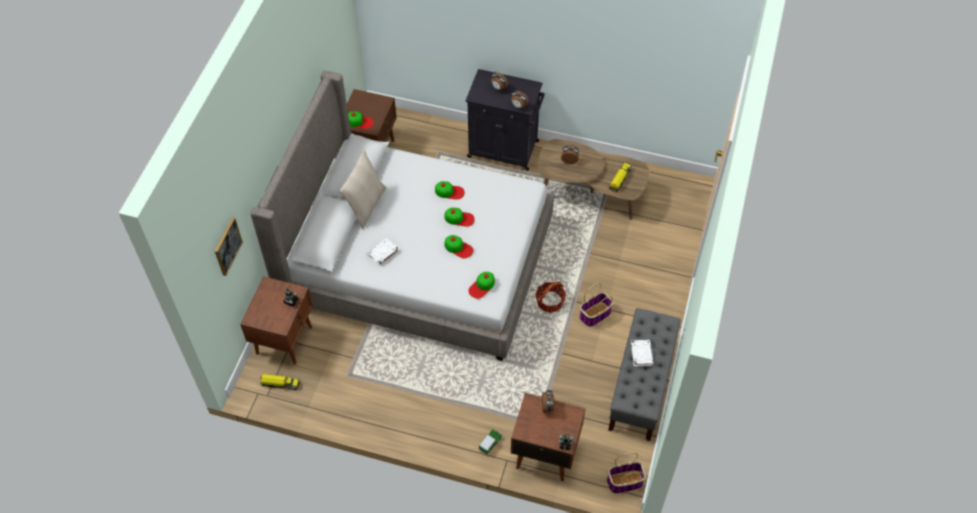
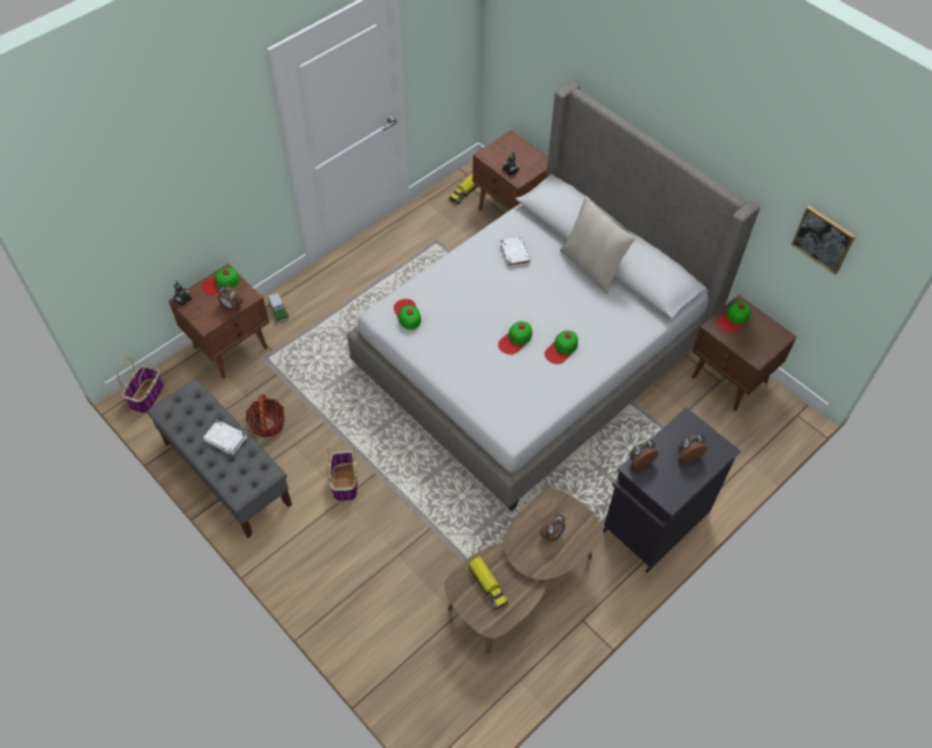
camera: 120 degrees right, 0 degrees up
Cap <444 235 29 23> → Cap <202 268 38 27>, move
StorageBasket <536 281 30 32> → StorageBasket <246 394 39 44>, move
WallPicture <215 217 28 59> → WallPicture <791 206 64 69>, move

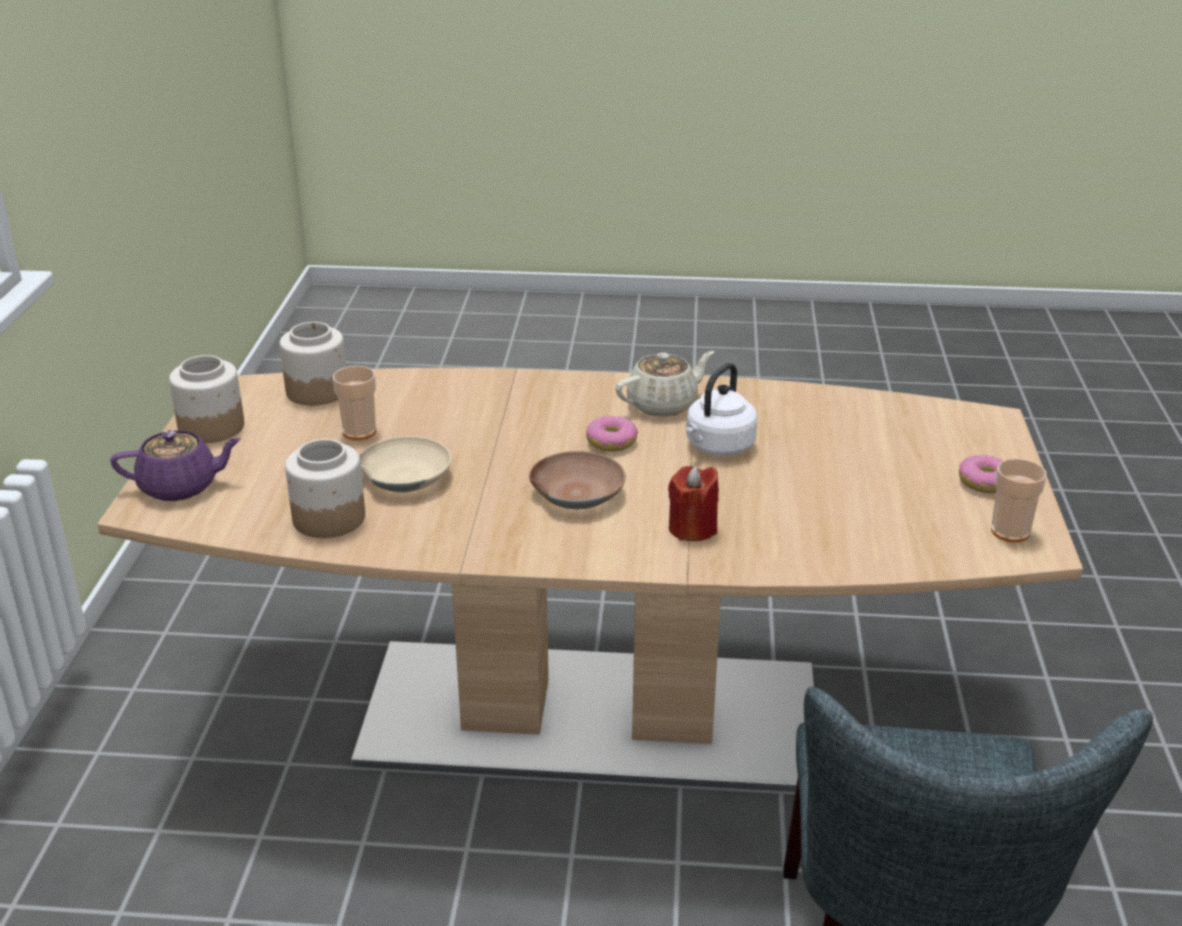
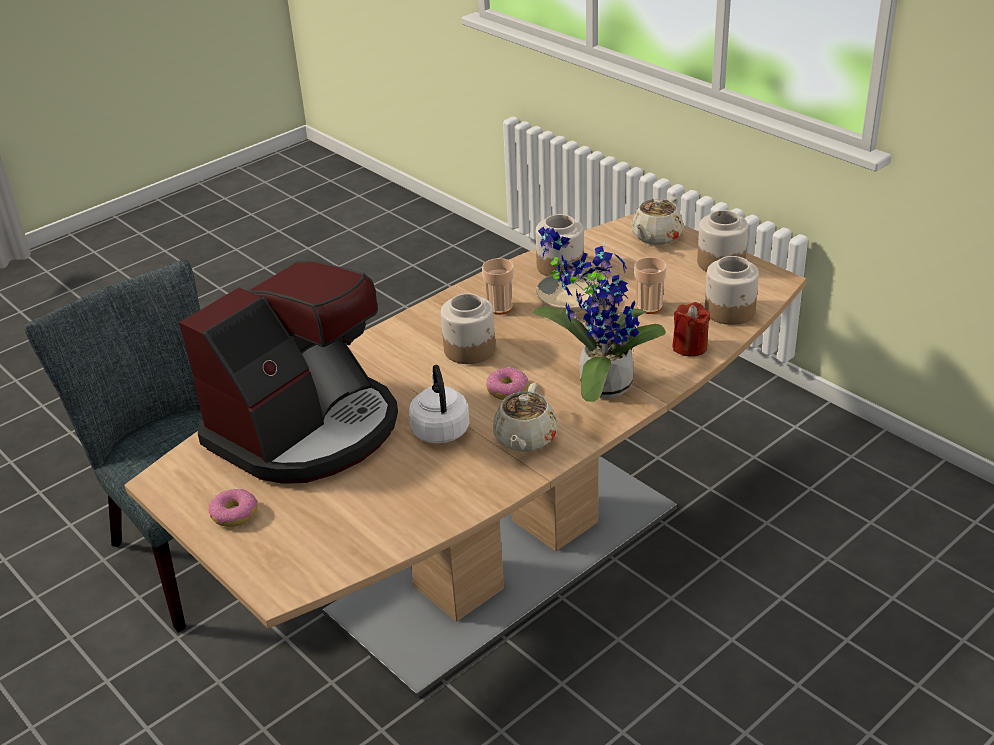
camera: 135 degrees right, 5 degrees up
- → CoffeeBrewer <179 261 219 223>
BrownishBowl <529 451 97 58> → PreserveJar <441 293 54 71>
SmallCup <991 458 56 84> → SmallCup <482 258 32 57>, move
- → Houseplant <532 227 134 175>
PurplishPotForTea <110 430 131 71> → BeigePotForTea <631 197 53 48>
RedWaxCandle <668 466 51 75> → RedWaxCandle <672 302 38 55>, move

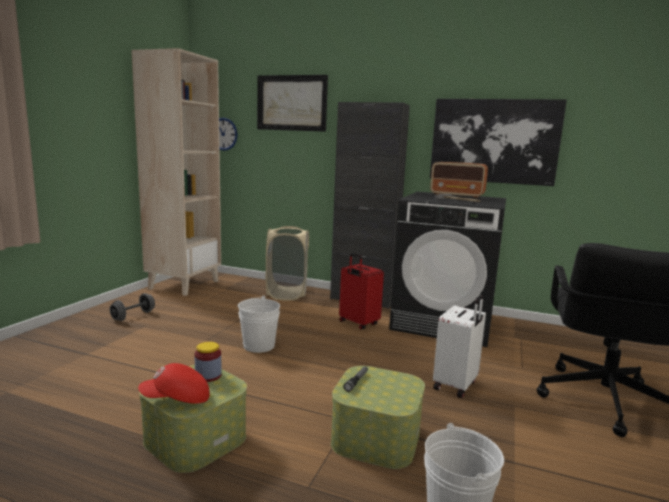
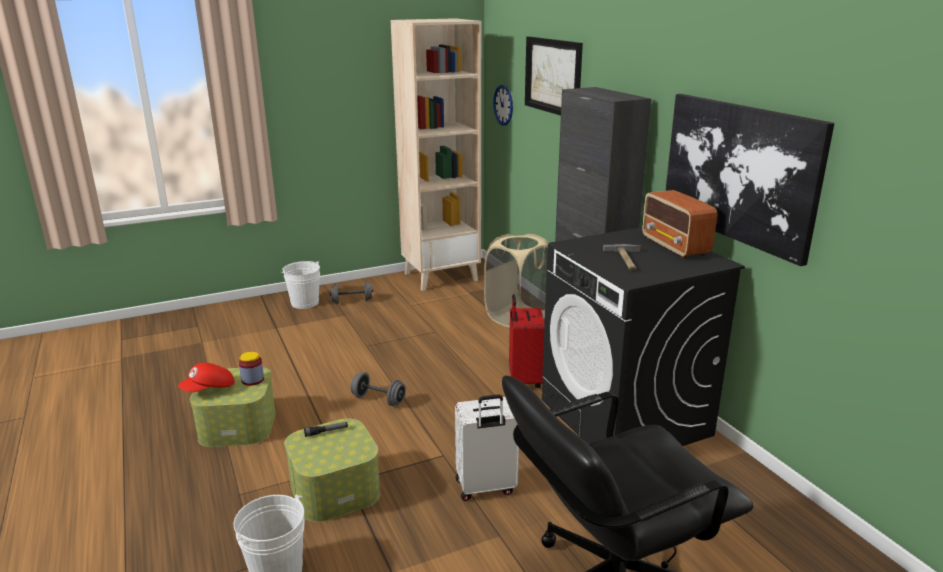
camera: 45 degrees right, 10 degrees up
RedCap <138 363 72 41> → RedCap <178 363 57 29>, 75 degrees counterclockwise
WhitishBucket <238 296 42 57> → WhitishBucket <281 261 39 48>, move
- → GreyFreeWeight <351 372 55 34>

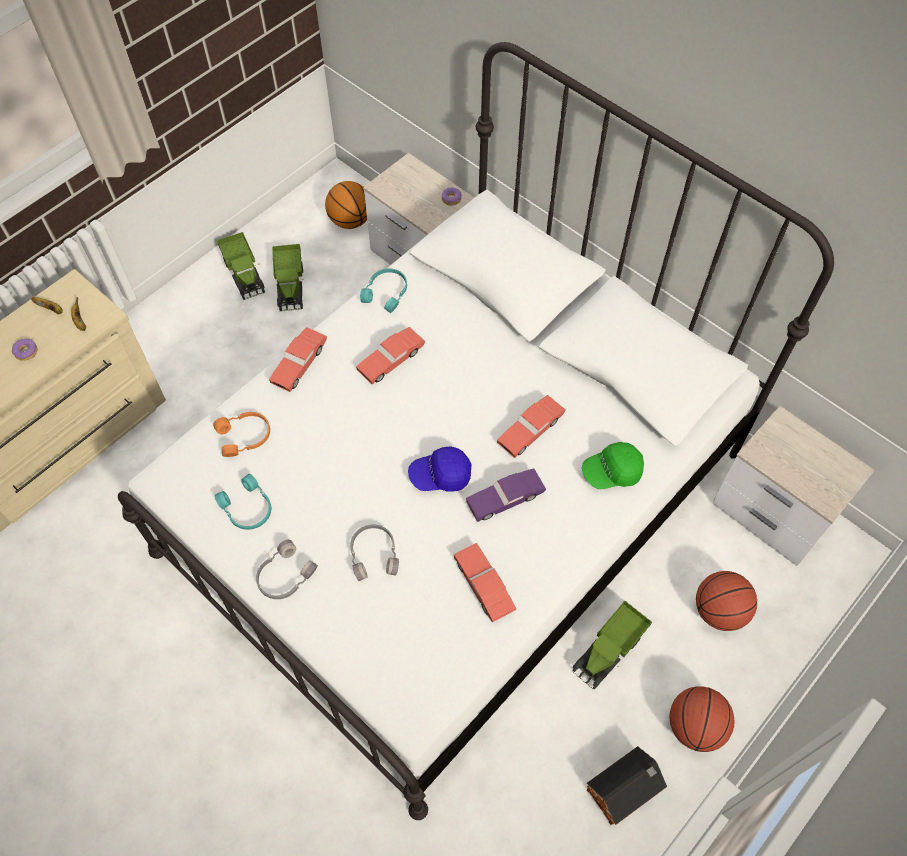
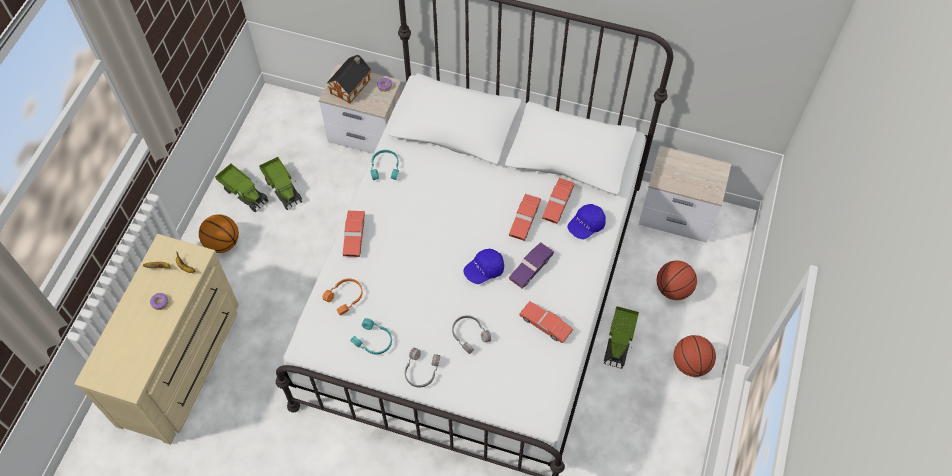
camera: 25 degrees left, 0 degrees up
Basketball <325 181 42 48> → Basketball <199 214 40 39>, move
ToyHouse <587 746 80 79> → ToyHouse <326 55 45 49>, move
RedToyCar <356 327 69 57> → RedToyCar <542 178 33 46>, move
GreenColouredCap <582 442 62 47> → BlueColouredCap <567 204 39 35>

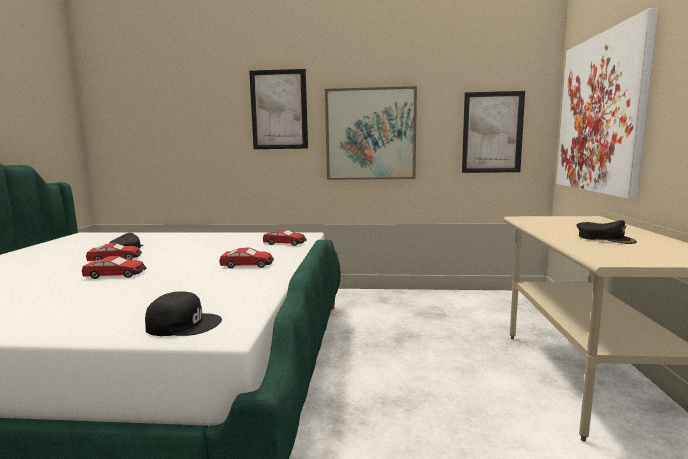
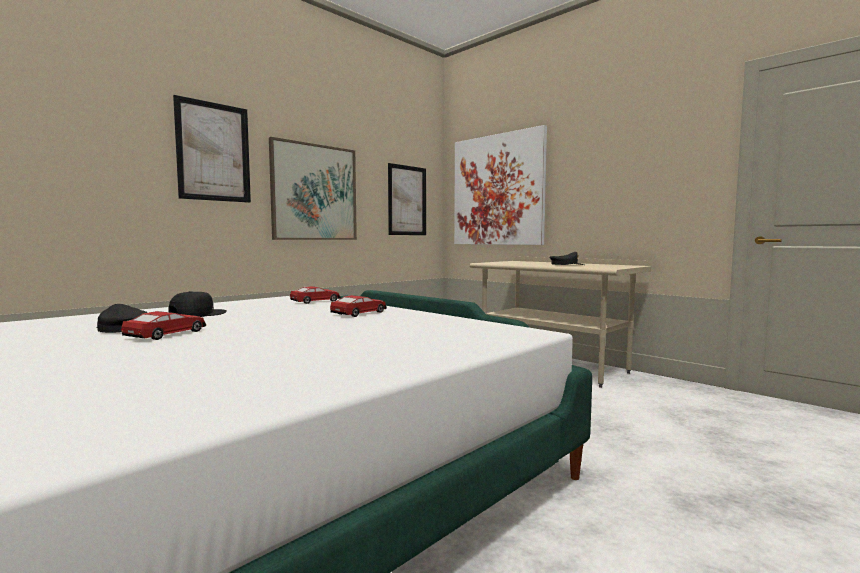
camera: 50 degrees left, 5 degrees down
BlackishCap <145 291 77 45> → BlackishCap <168 291 59 26>, move
ToyCar <82 256 64 23> → -

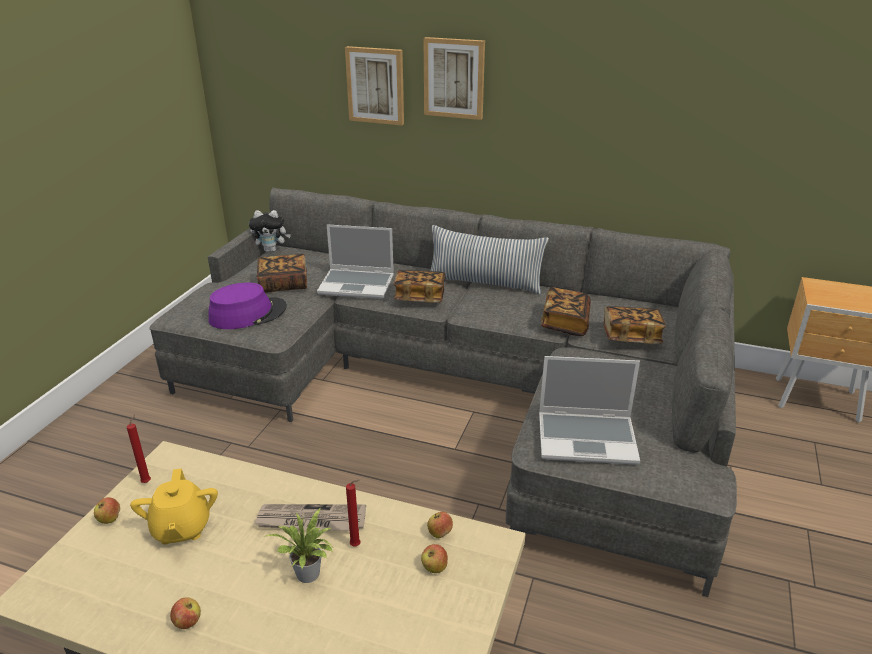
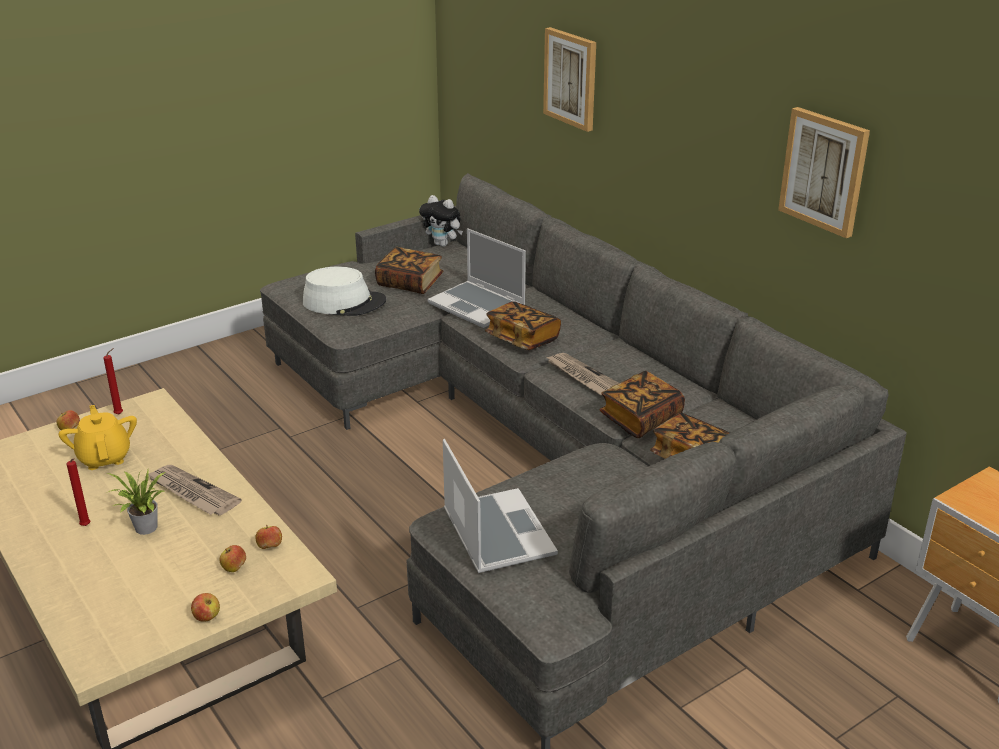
camera: 35 degrees right, 0 degrees up
YellowishPotForTea <130 469 88 76> → YellowishPotForTea <58 405 79 65>, 135 degrees clockwise
RedWaxCandle <346 479 15 68> → RedWaxCandle <66 458 25 68>, move
AppleFruit <170 597 31 32> → AppleFruit <191 593 29 29>, move
PurplishWearableHat <208 283 79 46> → WhitishWearableHat <303 267 84 49>
Laptop <539 356 101 109> → Laptop <443 439 115 134>, 150 degrees counterclockwise
- → Newspaper <546 353 73 42>
WallPicture <424 37 61 83> → WallPicture <778 107 92 131>, move
Pillow <431 225 118 70> → -

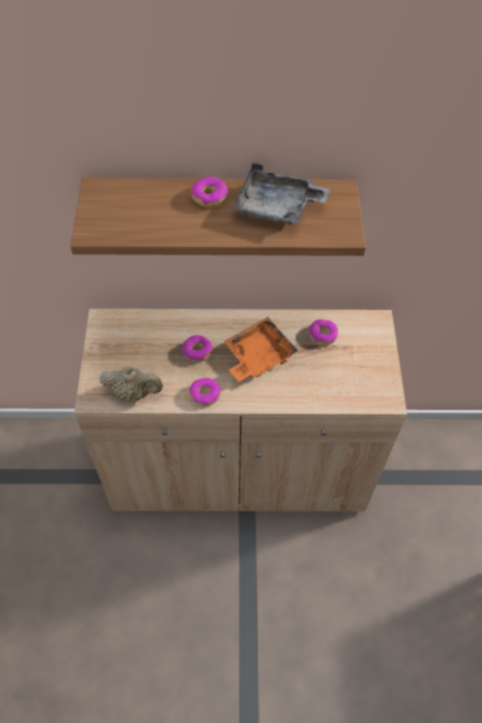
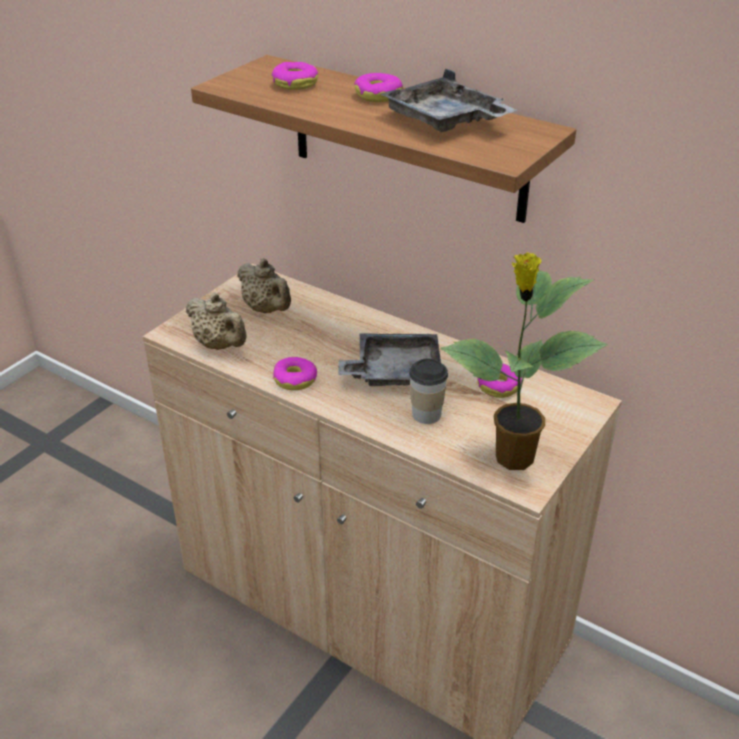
camera: 35 degrees right, 20 degrees down
- → BeigePotForTea <237 258 54 55>
RingDoughnut <182 335 31 27> → RingDoughnut <272 62 46 28>, move
OrangeColouredCarryingTray <224 317 74 65> → GreyCarryingTray <339 333 102 53>
- → SmallCup <409 358 39 66>
- → Houseplant <440 252 168 218>

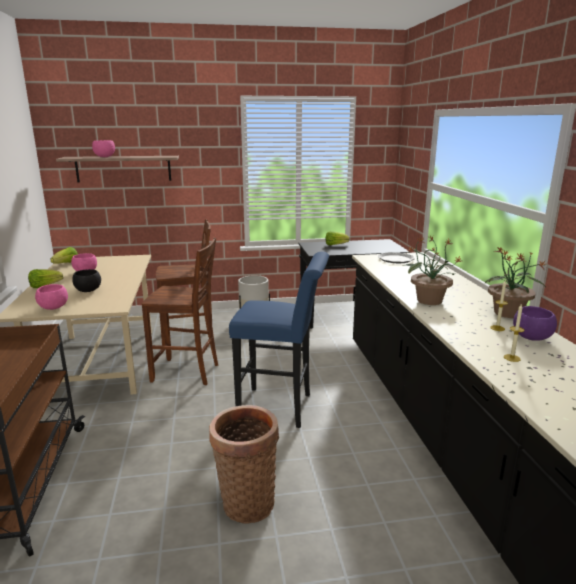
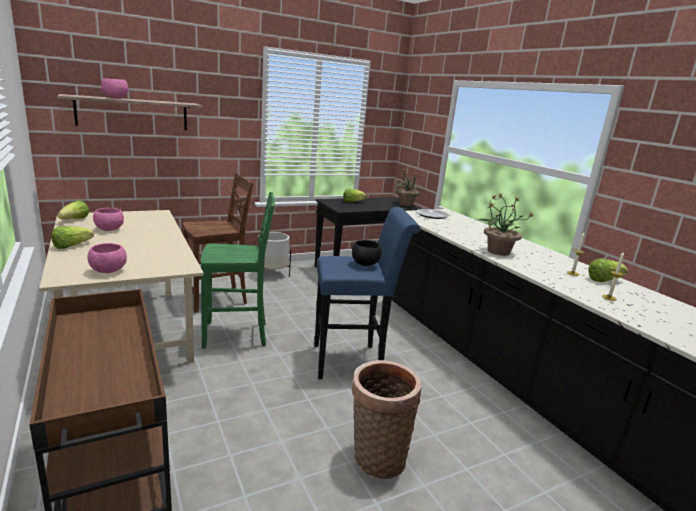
camera: 20 degrees left, 0 degrees up
BrownishChair <142 238 76 147> → GreenColouredChair <201 192 74 157>
BlackishBowl <72 269 29 23> → BlackishBowl <352 240 30 26>, move
Houseplant <485 247 61 71> → Houseplant <394 168 30 38>, move
PurplishBowl <513 306 44 35> → Lettuce <589 258 39 24>

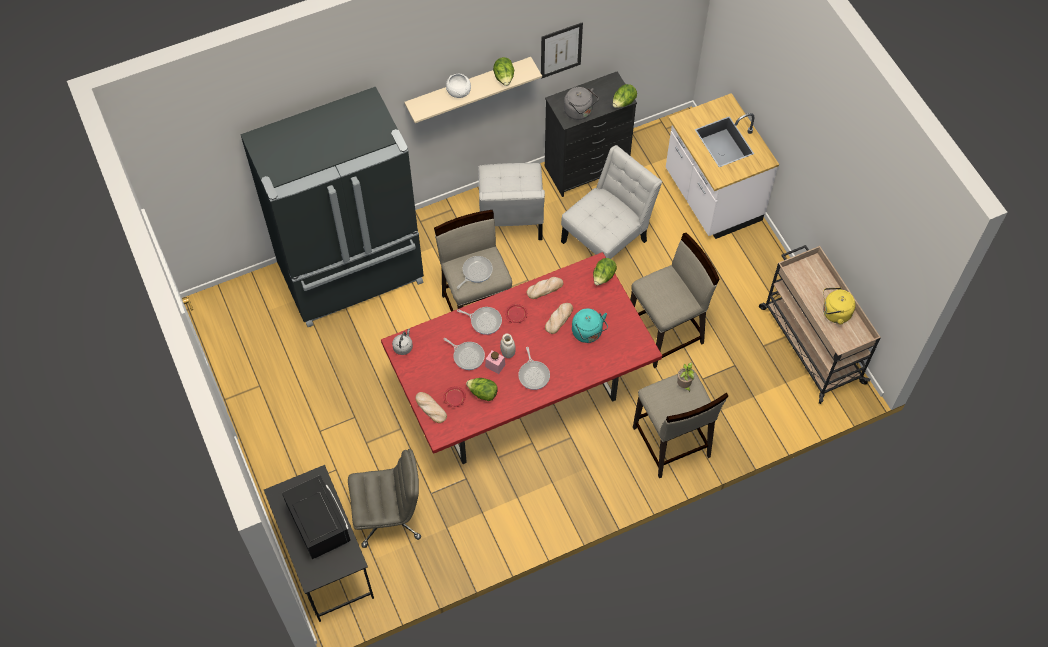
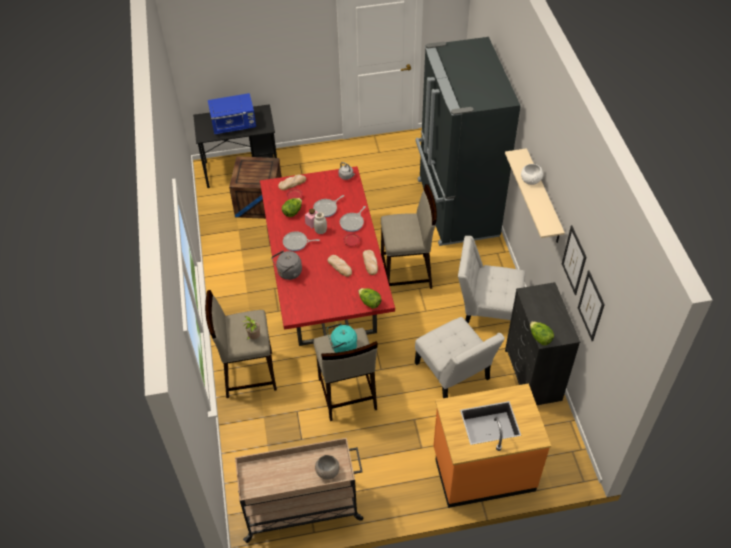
camera: 105 degrees right, 10 degrees down
BlackishKitchenMicrowave <282 475 69 84> → BlueColouredKitchenMicrowave <208 93 48 41>
GreyOfficeChair <348 449 73 99> → Crate <229 156 53 63>
GreyTeaKettle <564 87 35 33> → GreyTeaKettle <271 250 31 30>, move
- → GreyBowl <315 455 24 25>
TurquoiseTeaKettle <572 308 36 35> → TurquoiseTeaKettle <327 323 30 30>, move
WhitishCounter <666 93 113 146> → OrangeColouredCounter <433 383 118 125>
- → WallPicture <578 270 27 71>
Pan <457 256 36 33> → -
Lettuce <493 57 21 29> → -
YellowishTeaKettle <823 287 33 38> → -

